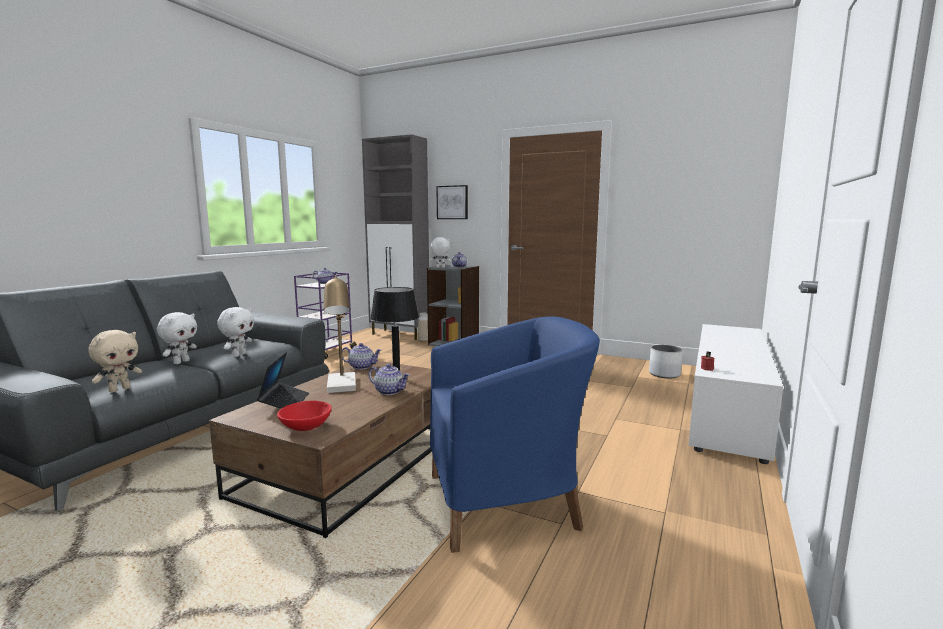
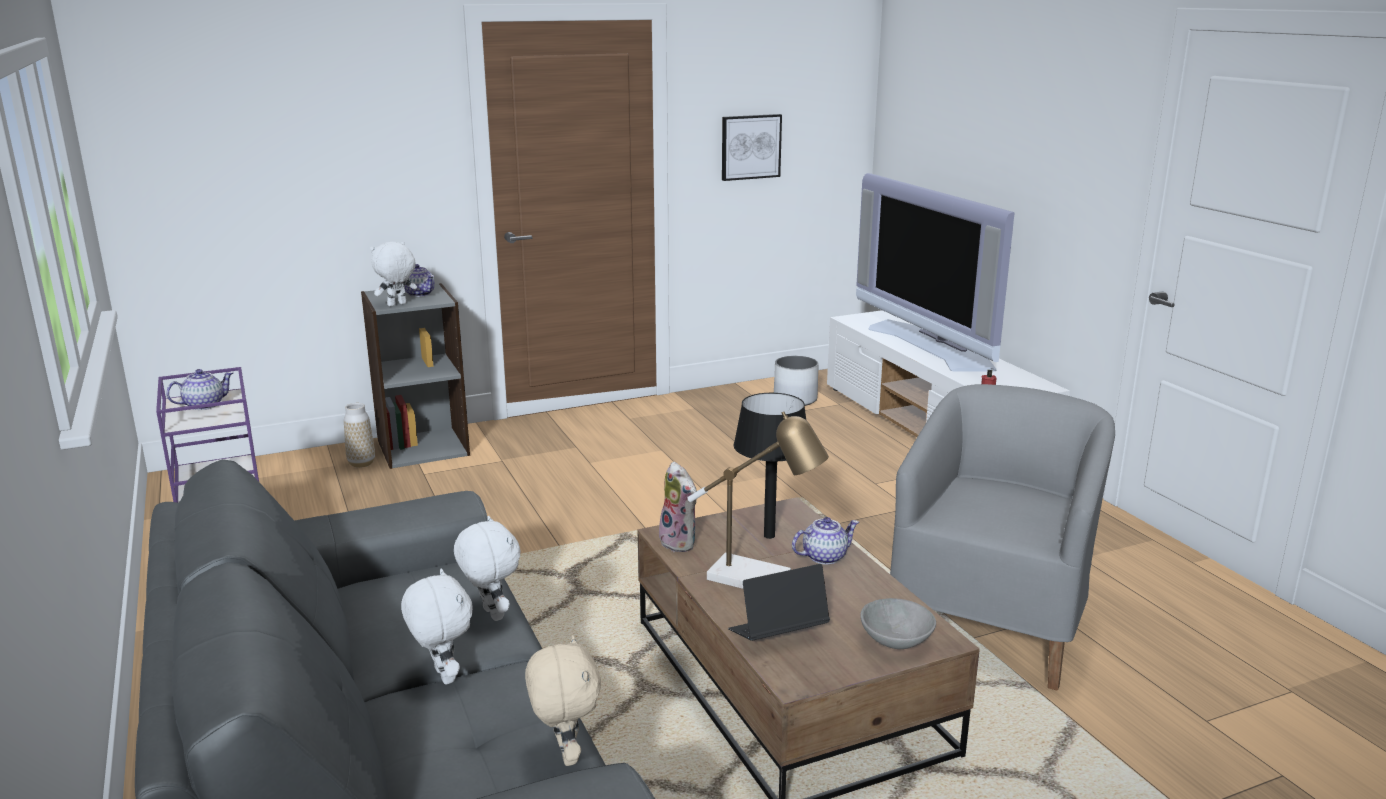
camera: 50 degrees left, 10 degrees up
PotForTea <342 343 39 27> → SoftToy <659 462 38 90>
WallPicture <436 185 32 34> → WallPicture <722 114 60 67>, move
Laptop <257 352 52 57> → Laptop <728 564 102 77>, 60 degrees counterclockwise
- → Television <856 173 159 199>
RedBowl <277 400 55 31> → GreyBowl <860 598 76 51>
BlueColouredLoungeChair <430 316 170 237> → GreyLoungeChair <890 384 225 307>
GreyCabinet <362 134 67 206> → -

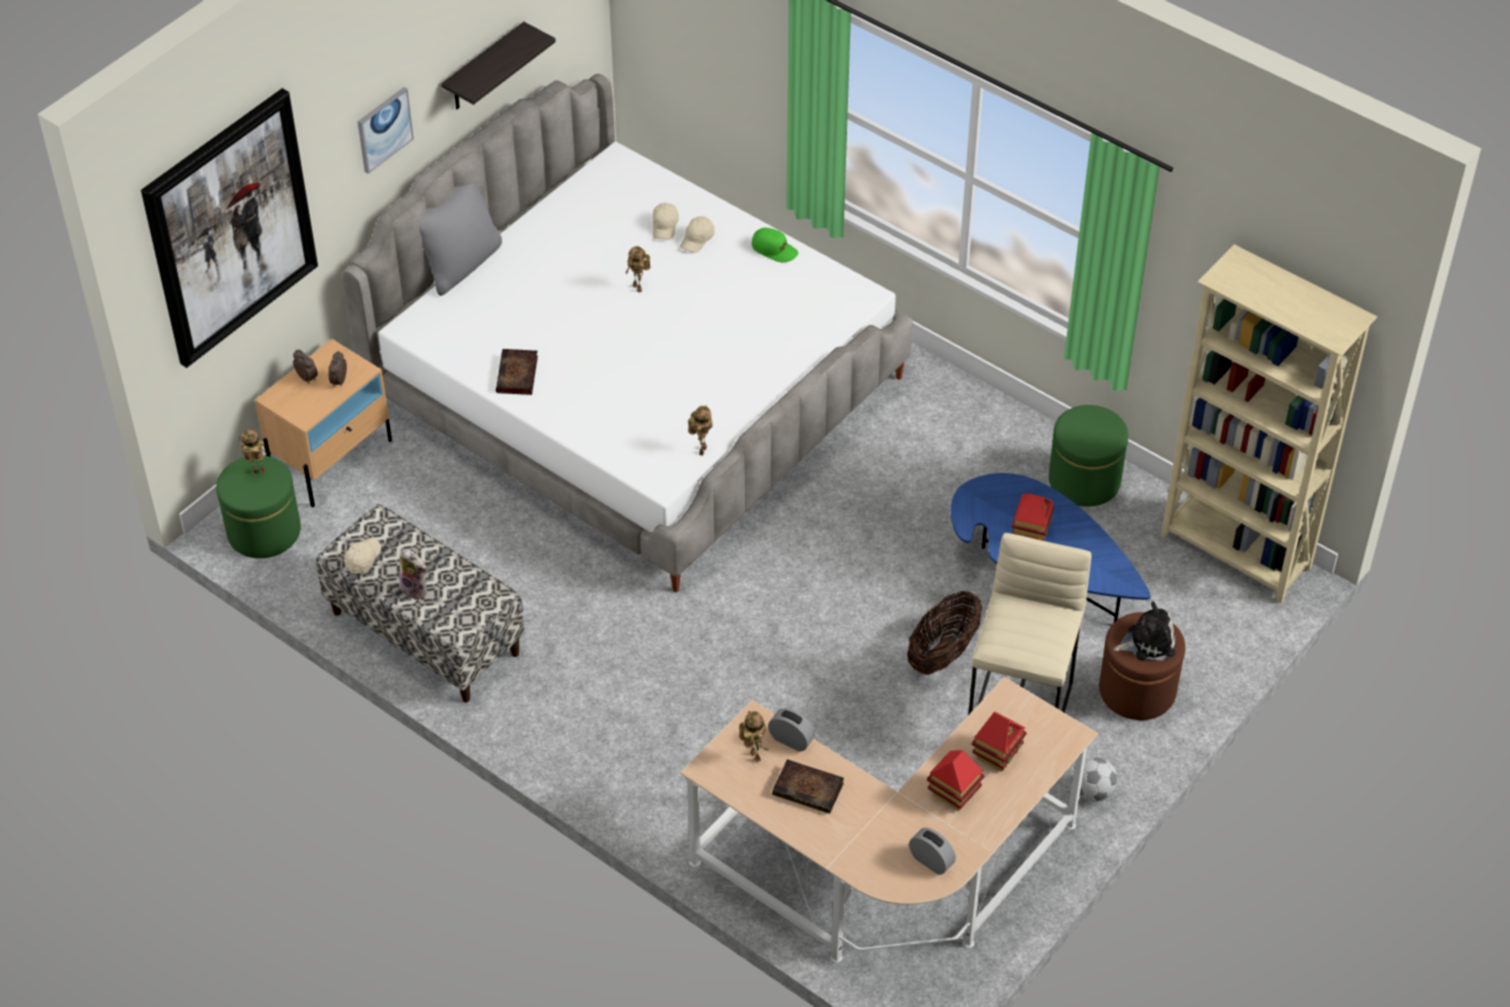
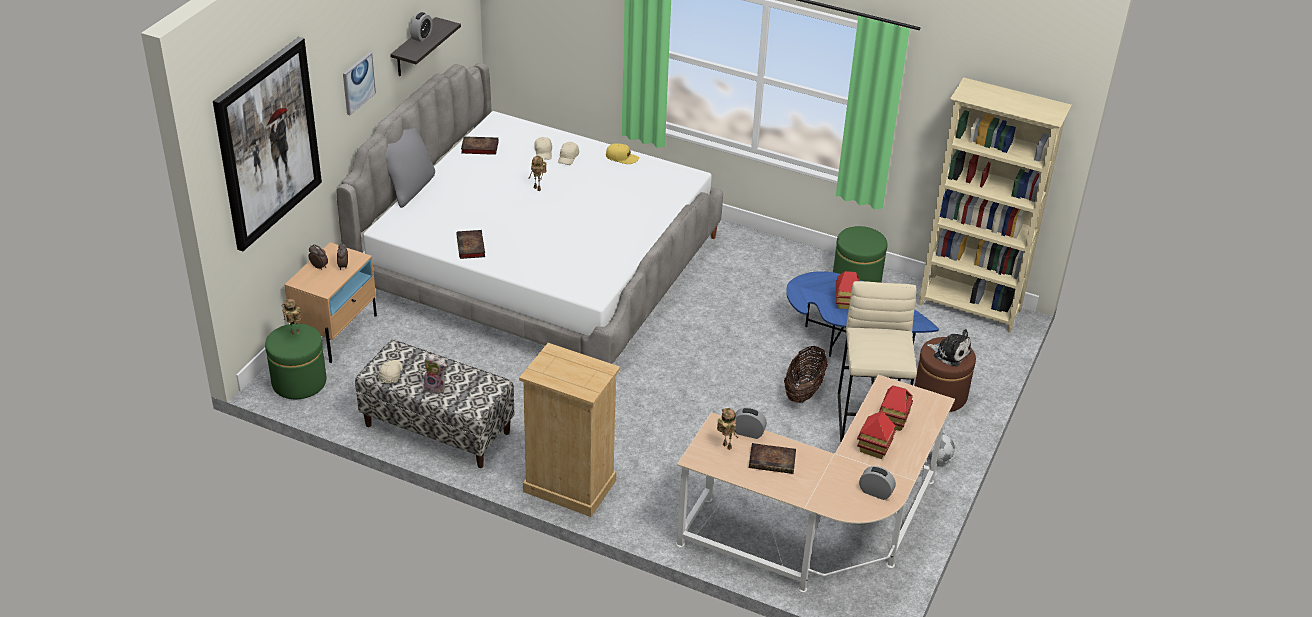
camera: 15 degrees left, 10 degrees down
- → BedsideClock <410 12 23 30>
- → Volume <461 136 37 19>
- → BeigeDrawerChest <519 343 101 174>
GreenColouredCap <752 228 46 34> → YellowishCap <606 143 33 21>
SoftToy <1114 602 62 59> → SoftToy <926 329 45 38>, 60 degrees clockwise
ToyRobot <688 405 25 51> → -

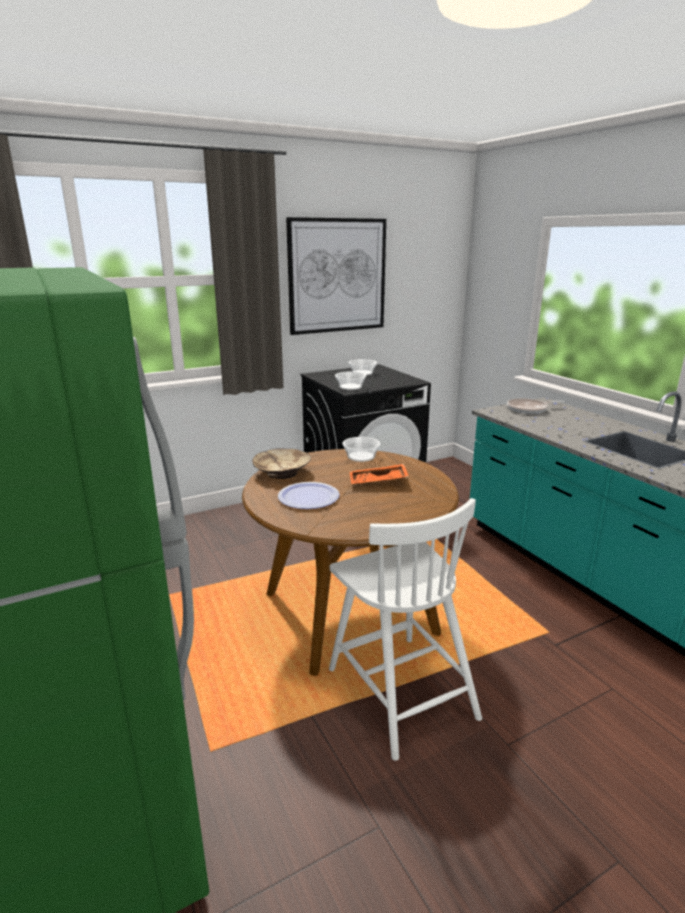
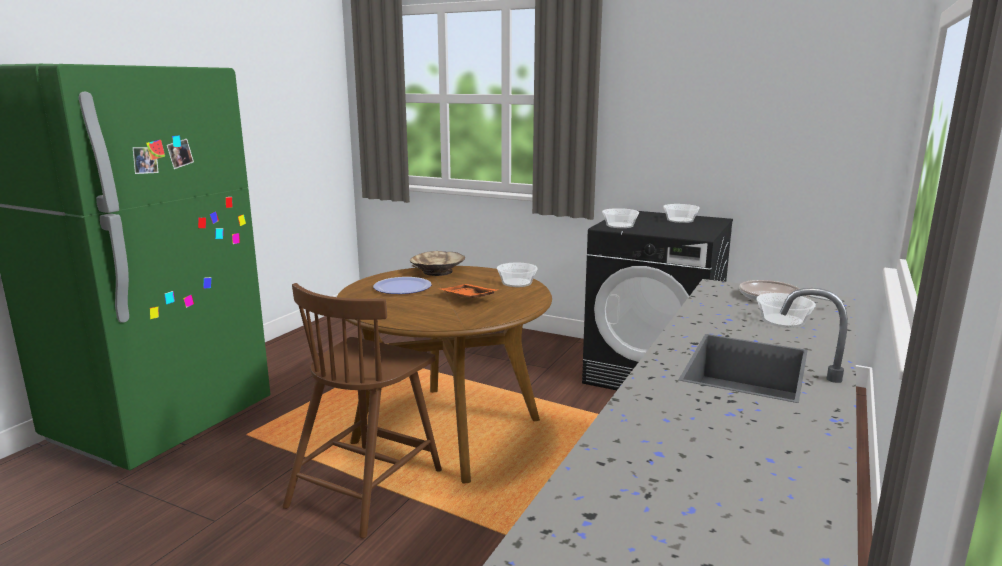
camera: 55 degrees right, 5 degrees down
WhitishChair <329 498 153 263> → BrownishChair <282 283 160 255>
- → Bowl <756 293 60 35>
WallPicture <286 217 100 118> → -

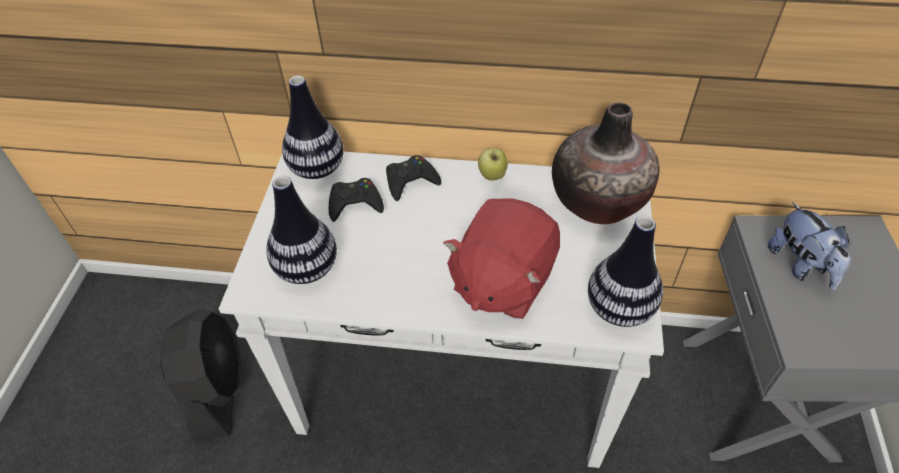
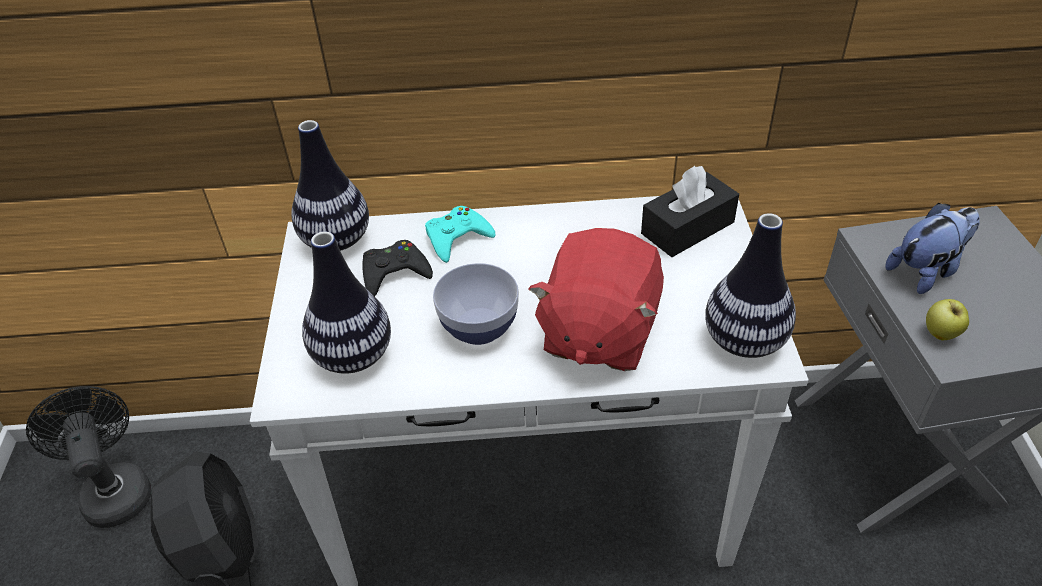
camera: 10 degrees left, 5 degrees down
- → BlackishElectricFan <26 386 125 142>
BlackishGameController <386 155 55 46> → TurquoiseGameController <425 206 71 57>
- → Bowl <433 263 86 82>
FlowerVase <552 102 108 122> → BlackishTissueHolder <641 166 98 91>
SoftToy <768 202 83 88> → SoftToy <885 203 95 91>, 90 degrees counterclockwise
AppleFruit <478 148 30 33> → AppleFruit <926 299 43 41>, move

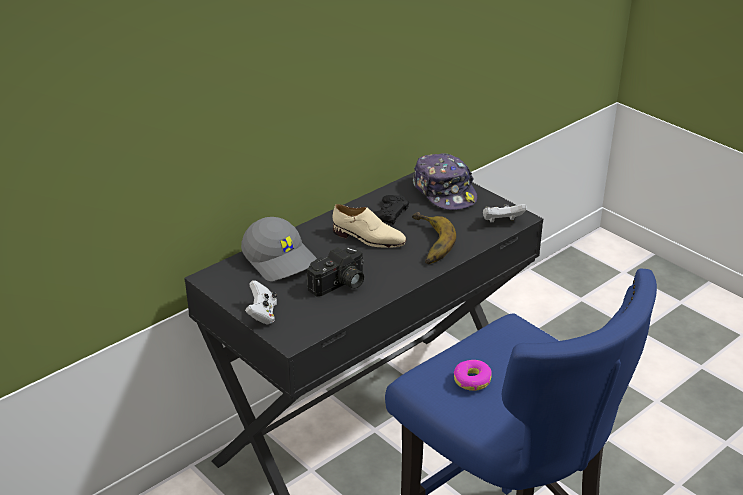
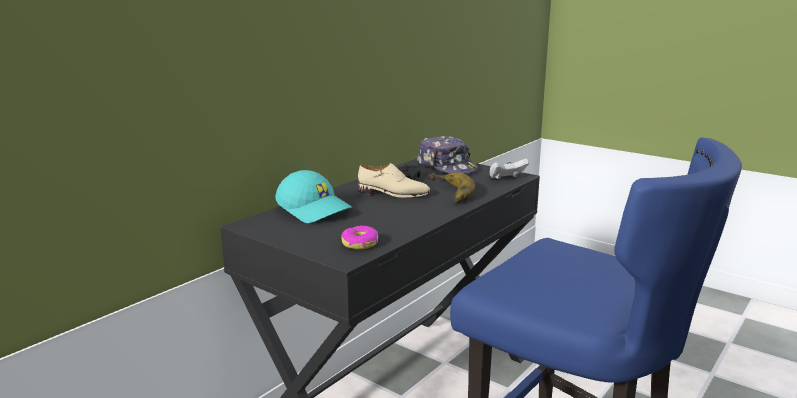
camera: 10 degrees left, 15 degrees down
GreyCap <241 217 76 64> → TurquoiseCap <275 170 77 53>
RingDoughnut <454 360 38 31> → RingDoughnut <341 226 37 23>, move
WhitishGameController <245 280 32 44> → -
PhotoCamera <307 247 57 50> → -

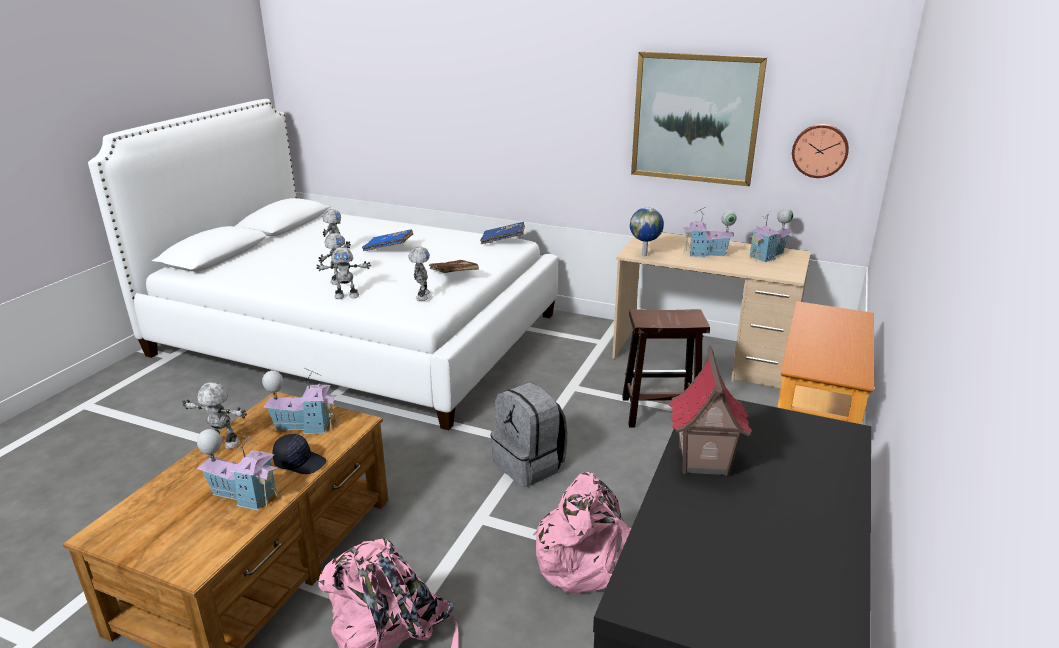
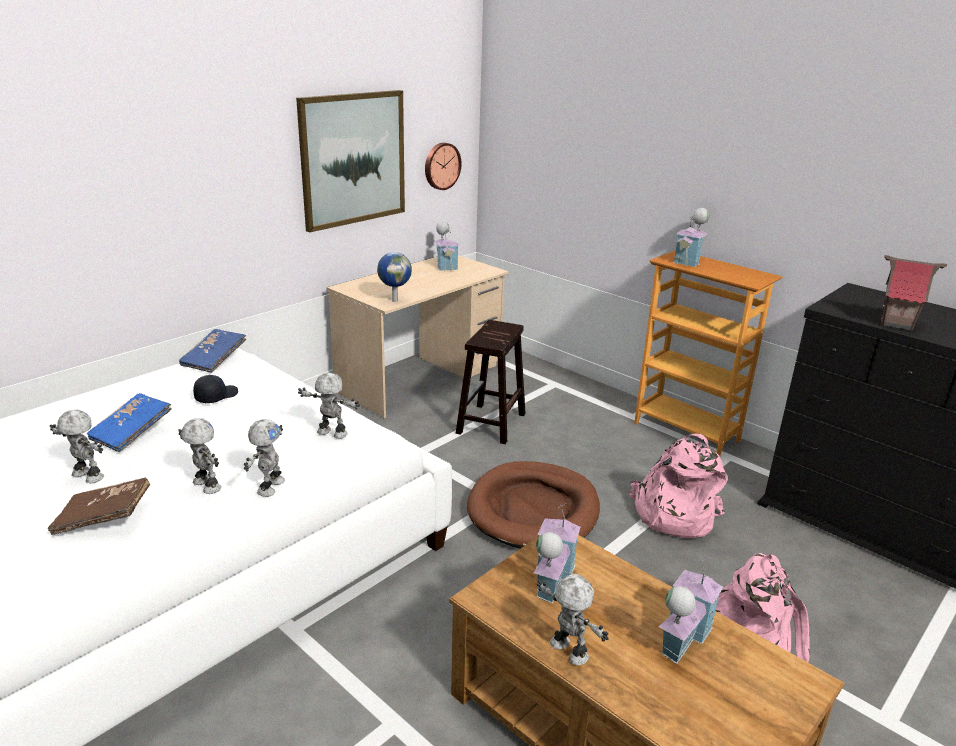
camera: 70 degrees left, 0 degrees up
BrownishVolume <429 260 50 13> → BrownishVolume <48 478 102 57>, move
BlackishCap <272 434 54 40> → BlackishCap <193 375 45 28>, move
GreyBackpack <490 382 77 105> → BrownishDogBed <467 461 133 88>
ToyRobot <182 382 65 67> → ToyRobot <537 574 72 91>, 105 degrees clockwise
ToyHouse <683 207 54 50> → ToyHouse <673 208 36 59>, move

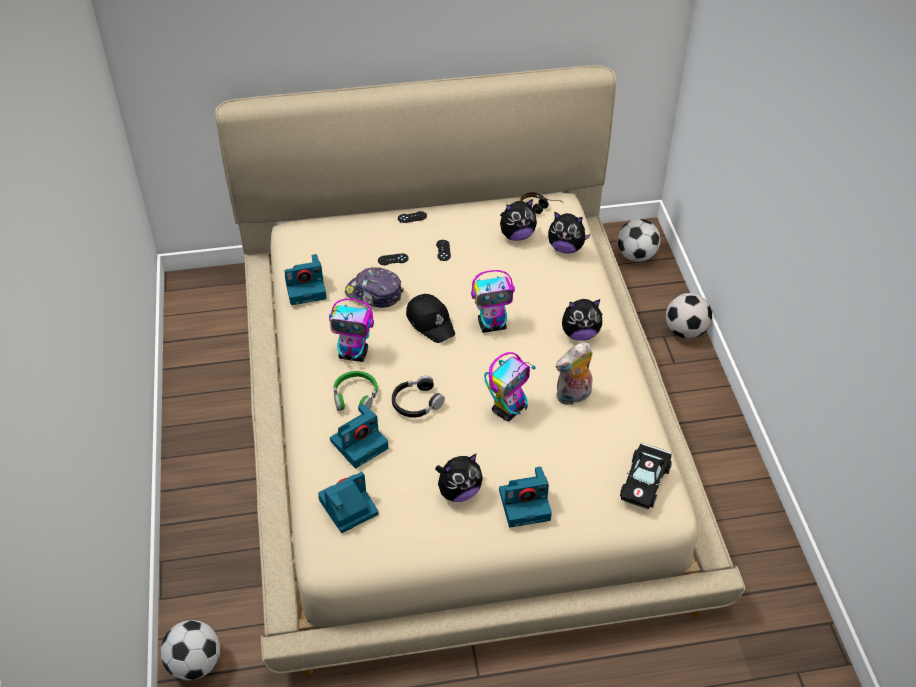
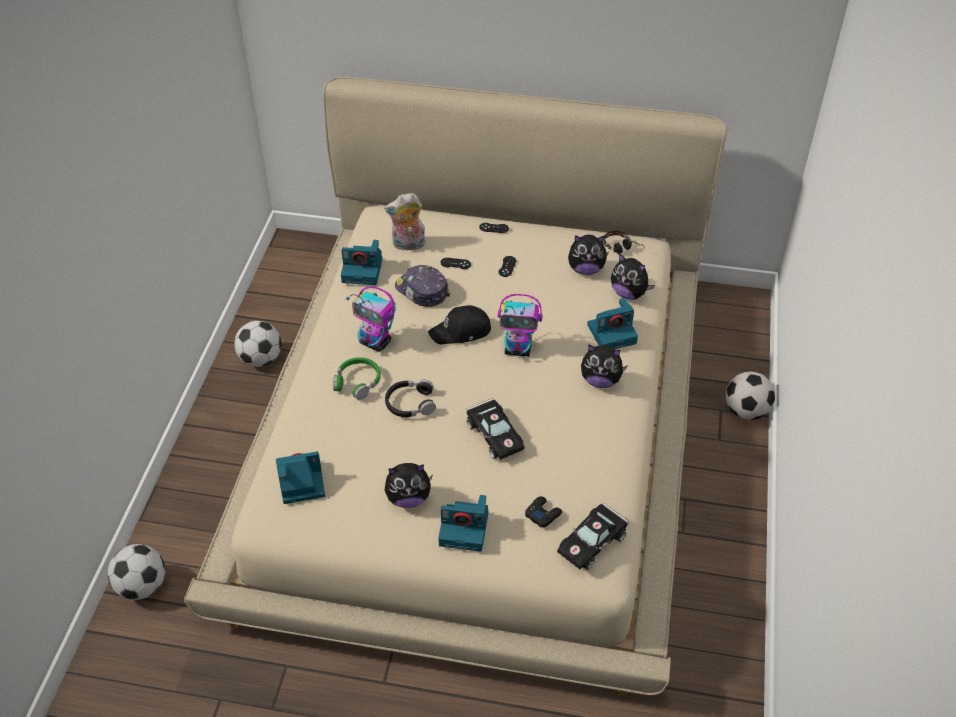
camera: 20 degrees right, 0 degrees up
FootballBall <617 219 43 43> → FootballBall <234 321 47 46>, move
SoftToy <556 342 37 63> → SoftToy <384 193 42 58>, move
BlackishCap <406 294 49 49> → BlackishCap <428 305 63 39>, 90 degrees clockwise
ToyRobot <484 352 52 69> → BlackishToyCar <466 398 59 62>
- → BlackishGameController <525 496 37 31>
PhotoCamera <330 404 58 64> → PhotoCamera <587 298 51 51>, move

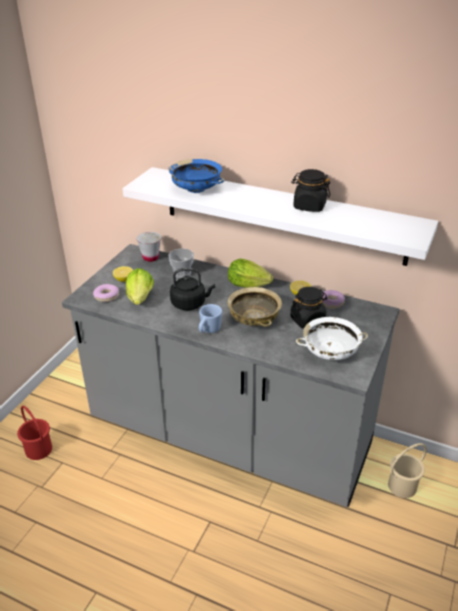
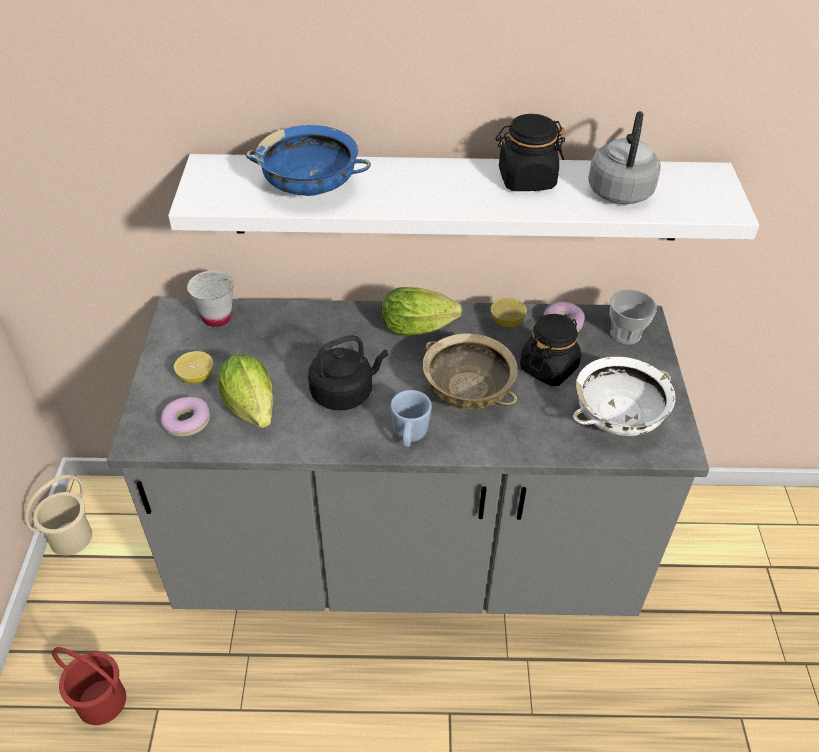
camera: 25 degrees left, 10 degrees up
BeigeBucket <388 443 39 55> → BeigeBucket <24 475 68 81>, move
- → GreyTeaKettle <588 111 73 93>
SmallCup <169 248 25 30> → SmallCup <609 289 48 56>, move

